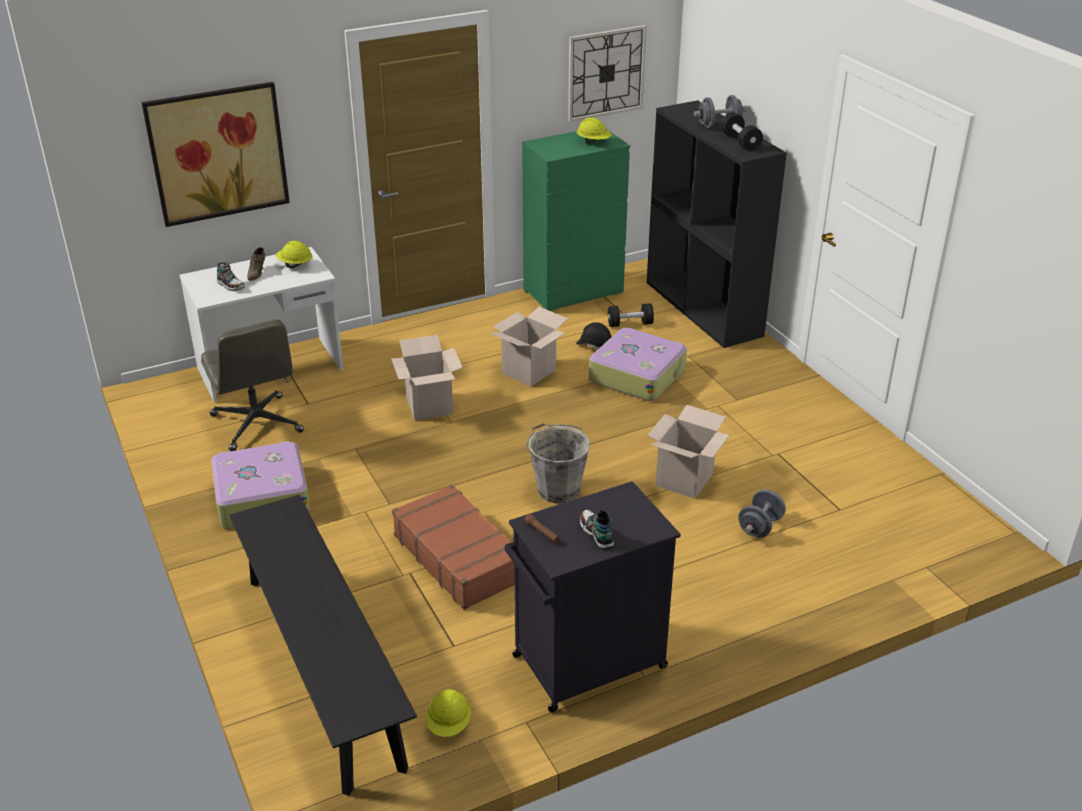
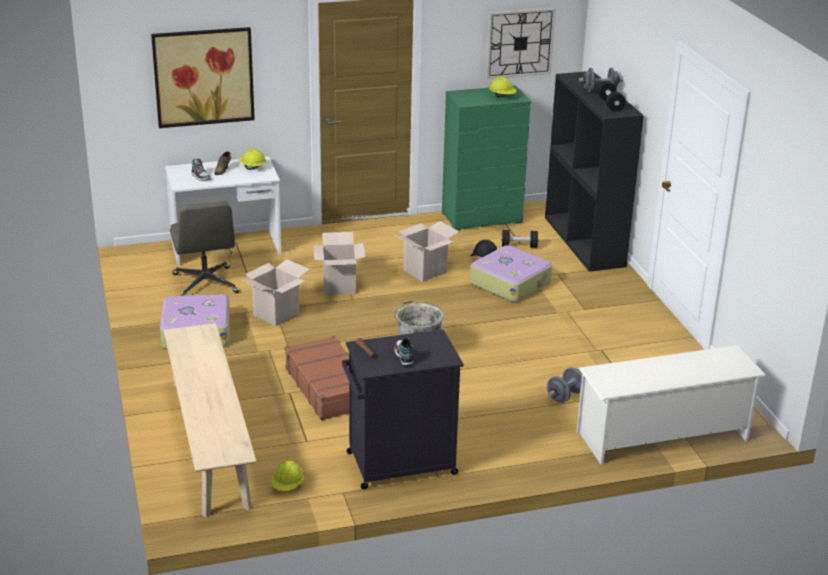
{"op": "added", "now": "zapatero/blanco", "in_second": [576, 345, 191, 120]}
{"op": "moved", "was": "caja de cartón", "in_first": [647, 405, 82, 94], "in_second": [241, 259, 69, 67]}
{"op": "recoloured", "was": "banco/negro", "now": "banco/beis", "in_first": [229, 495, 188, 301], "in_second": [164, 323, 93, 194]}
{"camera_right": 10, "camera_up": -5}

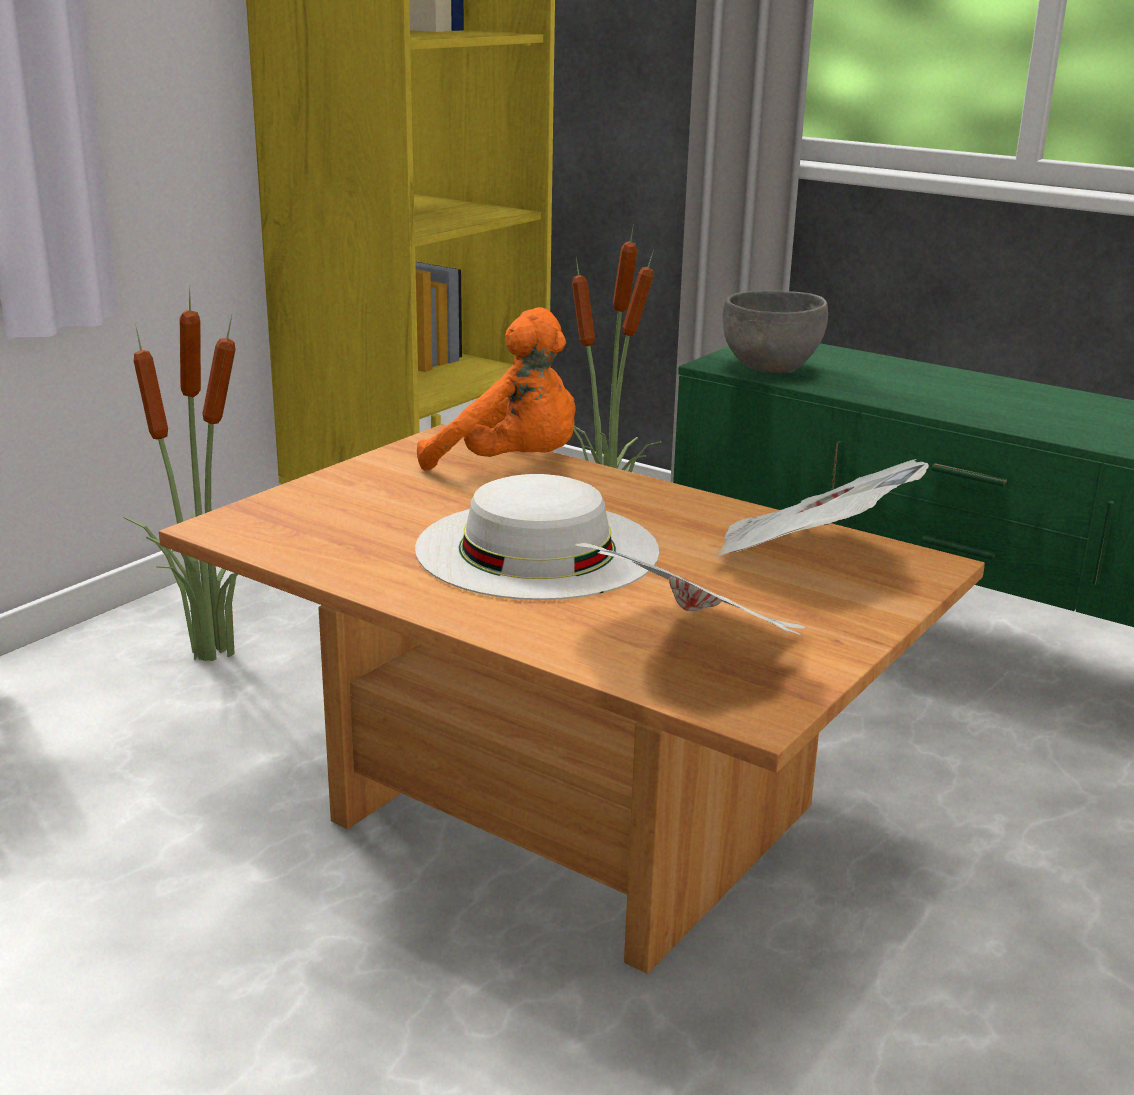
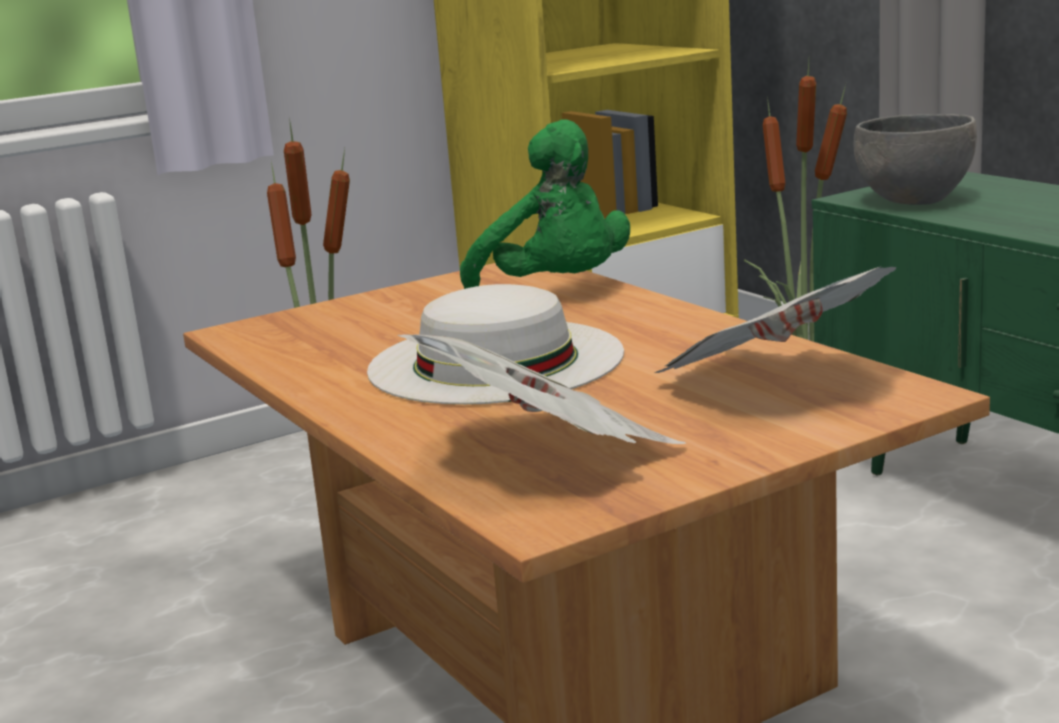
{"op": "recoloured", "was": "peluche/naranja", "now": "peluche/verde", "in_first": [417, 307, 159, 163], "in_second": [460, 119, 170, 170]}
{"camera_right": 25, "camera_up": -5}

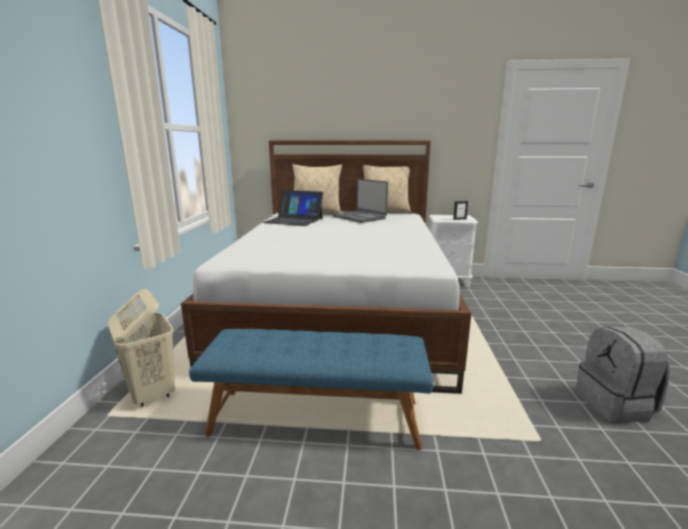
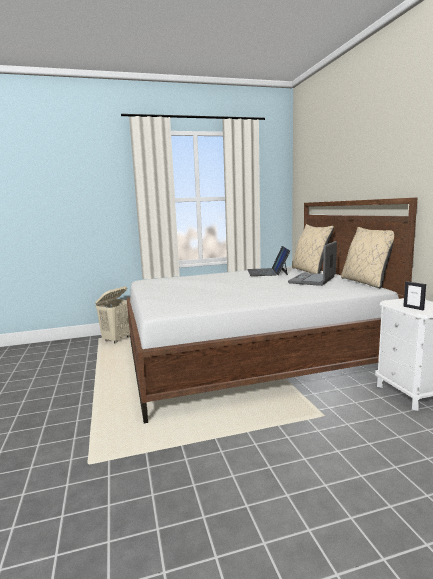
{"op": "removed", "was": "banco/azul", "in_first": [189, 329, 244, 121]}
{"op": "removed", "was": "mochila/gris", "in_first": [576, 326, 93, 97]}
{"camera_right": 70, "camera_up": -5}

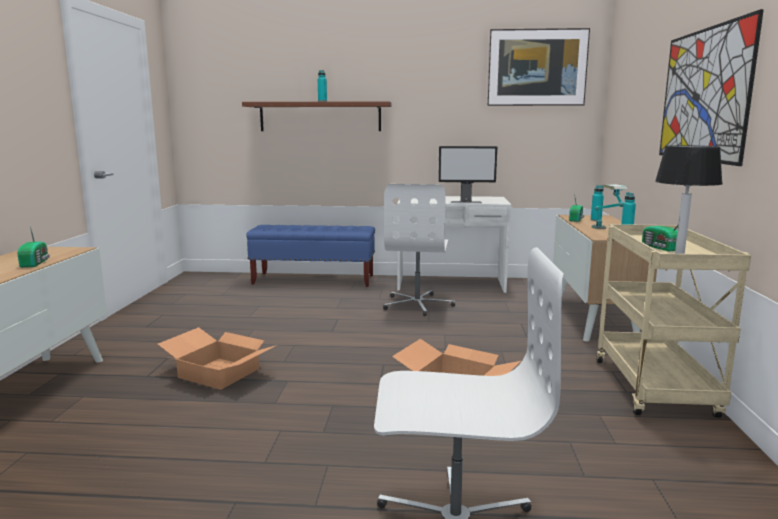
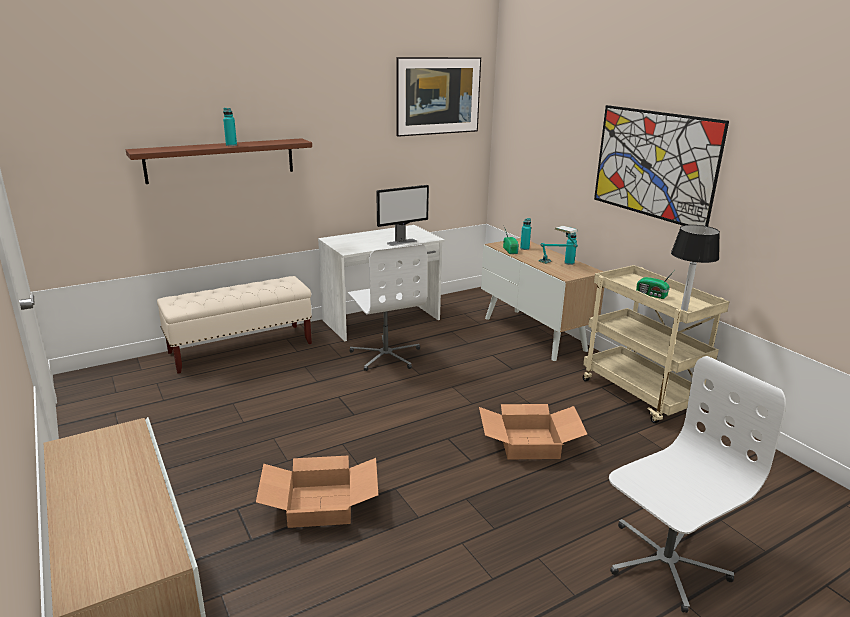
{"op": "removed", "was": "radio", "in_first": [18, 223, 32, 45]}
{"op": "recoloured", "was": "banco/azul", "now": "banco/beis", "in_first": [246, 225, 129, 62], "in_second": [157, 276, 155, 97]}
{"camera_right": -35, "camera_up": 10}

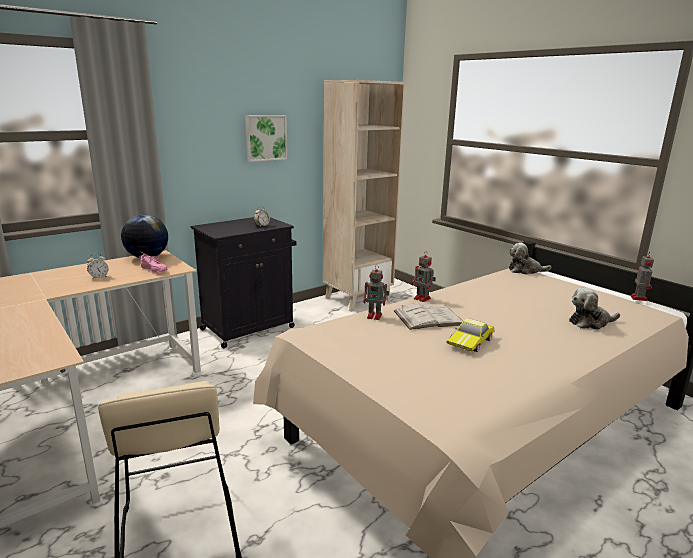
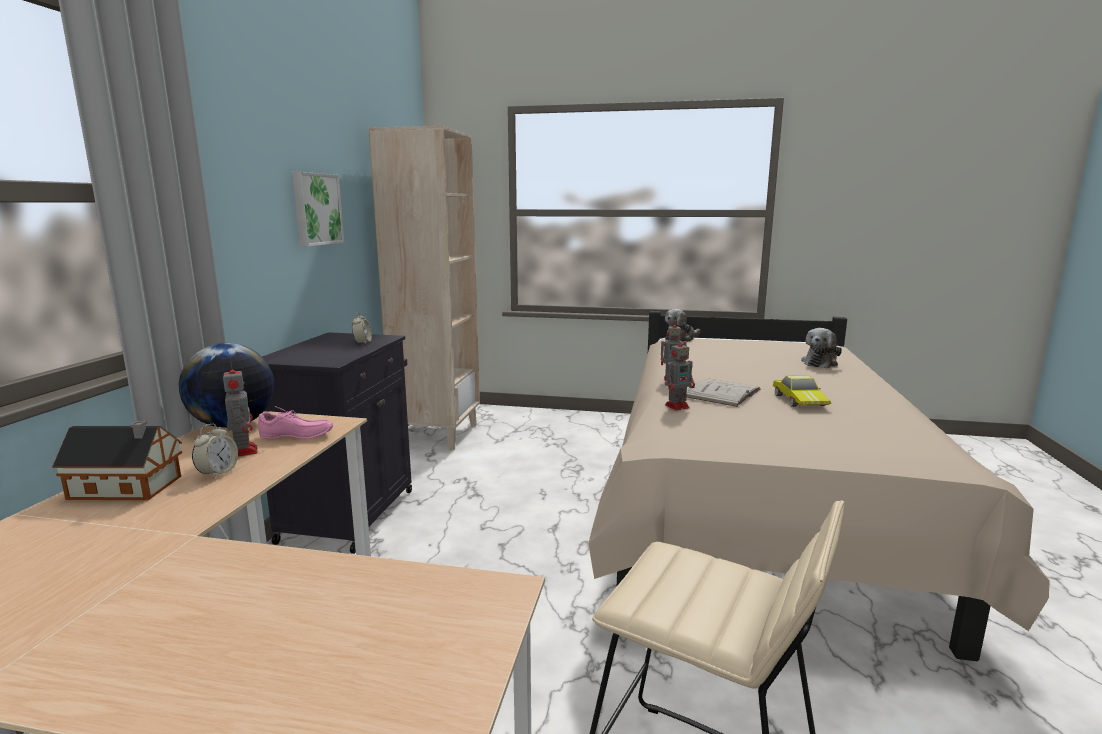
{"op": "added", "now": "casita", "in_second": [52, 421, 130, 79]}
{"op": "moved", "was": "robot de juguete", "in_first": [630, 254, 24, 47], "in_second": [223, 363, 34, 93]}
{"camera_right": -40, "camera_up": -5}

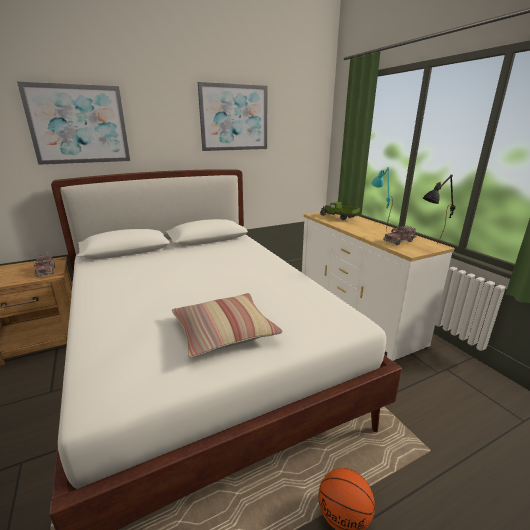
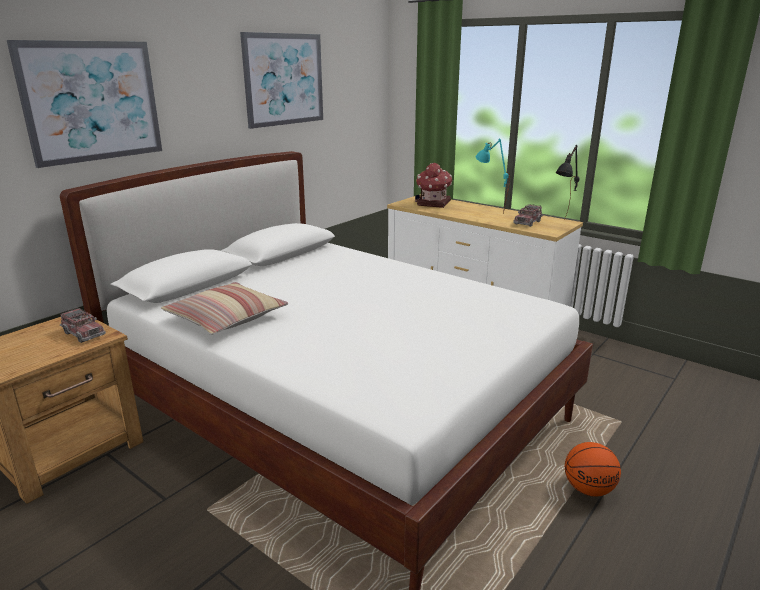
{"op": "moved", "was": "cojín", "in_first": [172, 293, 111, 65], "in_second": [161, 282, 127, 53]}
{"op": "replaced", "was": "camión de juguete", "now": "casita", "in_first": [320, 202, 40, 18], "in_second": [415, 163, 38, 45]}
{"camera_right": -25, "camera_up": 0}

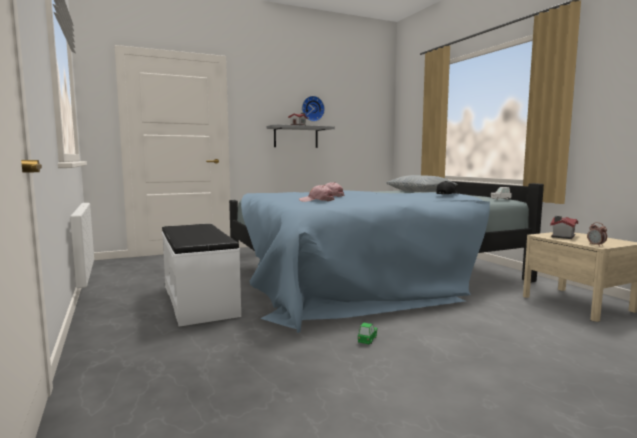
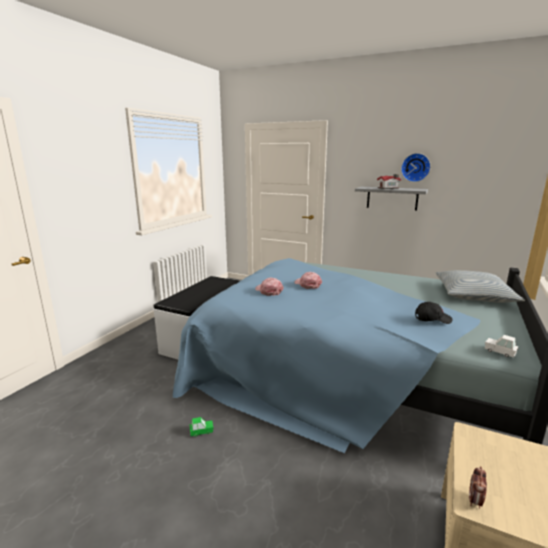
{"op": "removed", "was": "casita", "in_first": [550, 216, 28, 23]}
{"camera_right": 50, "camera_up": 10}

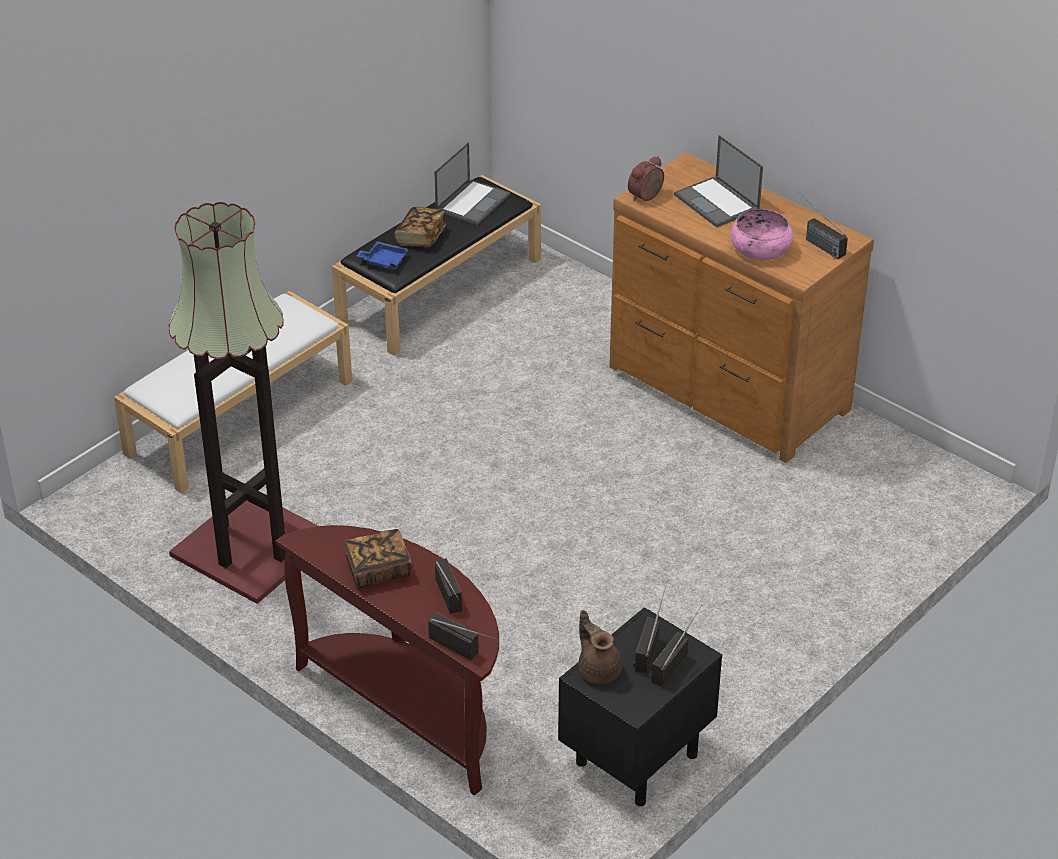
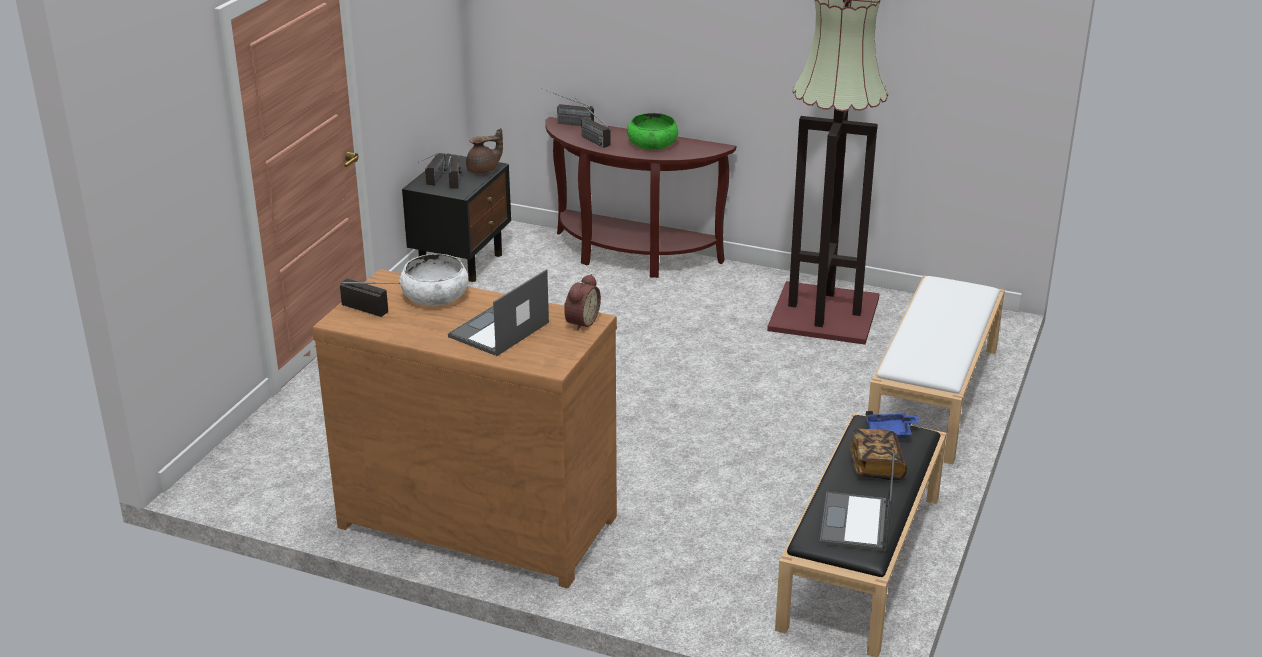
{"op": "replaced", "was": "libro", "now": "cuenco/verde", "in_first": [344, 529, 68, 60], "in_second": [627, 113, 51, 37]}
{"op": "recoloured", "was": "cuenco/rosa", "now": "cuenco/blanco", "in_first": [731, 209, 62, 51], "in_second": [400, 254, 68, 52]}
{"op": "turned", "was": "tetera/marrón", "in_first": [579, 610, 44, 74], "in_second": [466, 128, 37, 45], "clockwise": -60}
{"op": "turned", "was": "portátil", "in_first": [674, 135, 89, 92], "in_second": [448, 269, 101, 87], "clockwise": -90}
{"camera_right": 160, "camera_up": -10}

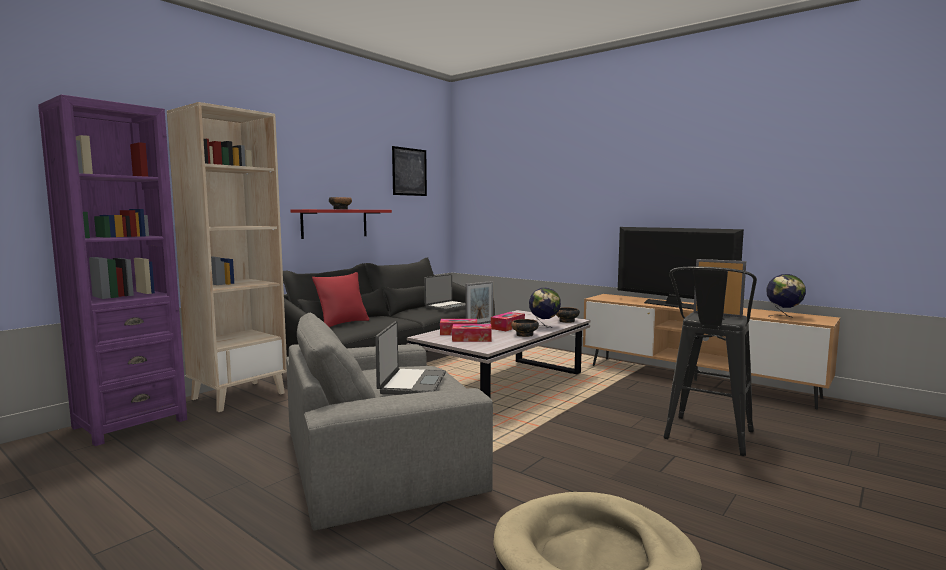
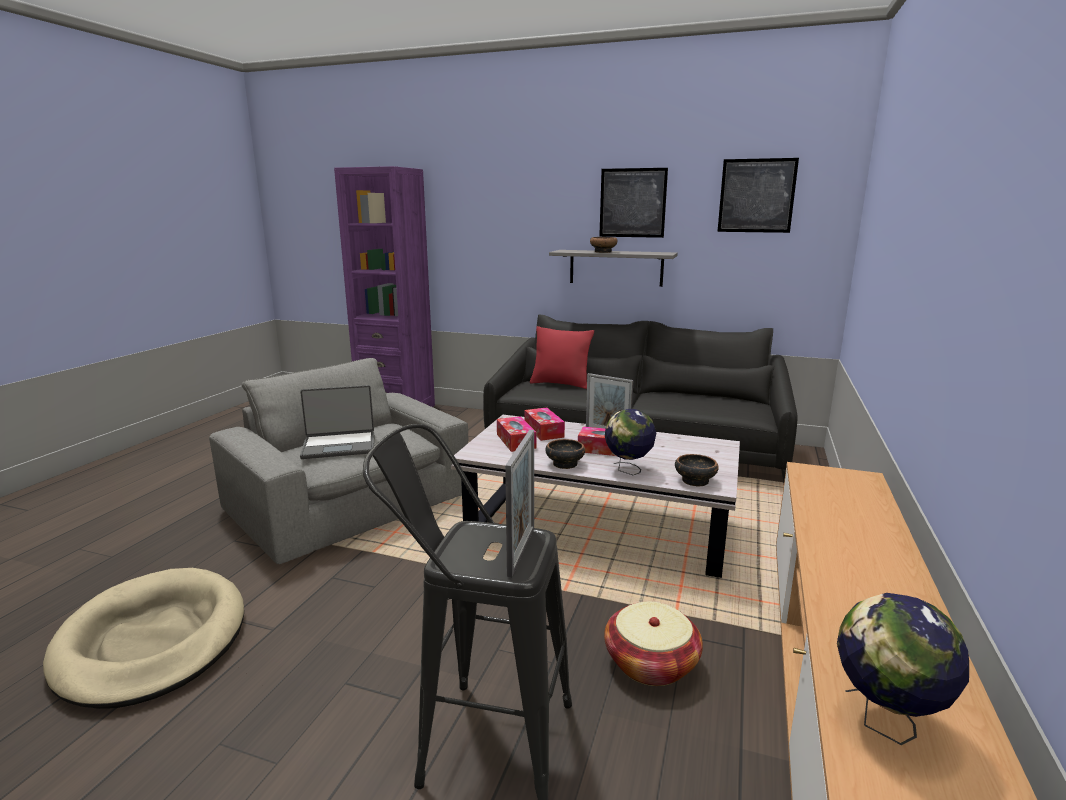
{"op": "removed", "was": "estantería/beis", "in_first": [167, 102, 120, 310]}
{"op": "removed", "was": "portátil", "in_first": [424, 274, 42, 37]}
{"op": "removed", "was": "televisor", "in_first": [618, 227, 126, 83]}
{"op": "added", "now": "cuadro", "in_second": [599, 168, 69, 70]}
{"op": "added", "now": "cesta", "in_second": [604, 602, 99, 84]}
{"op": "recoloured", "was": "estante/rojo", "now": "estante/gris", "in_first": [290, 209, 102, 30], "in_second": [549, 250, 129, 37]}
{"camera_right": 70, "camera_up": 10}

